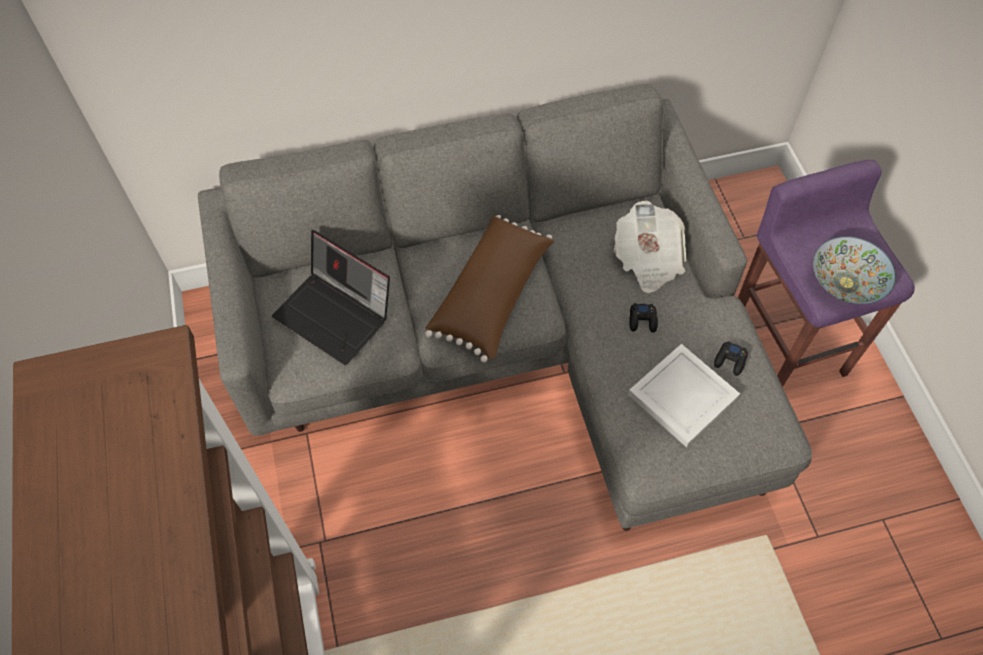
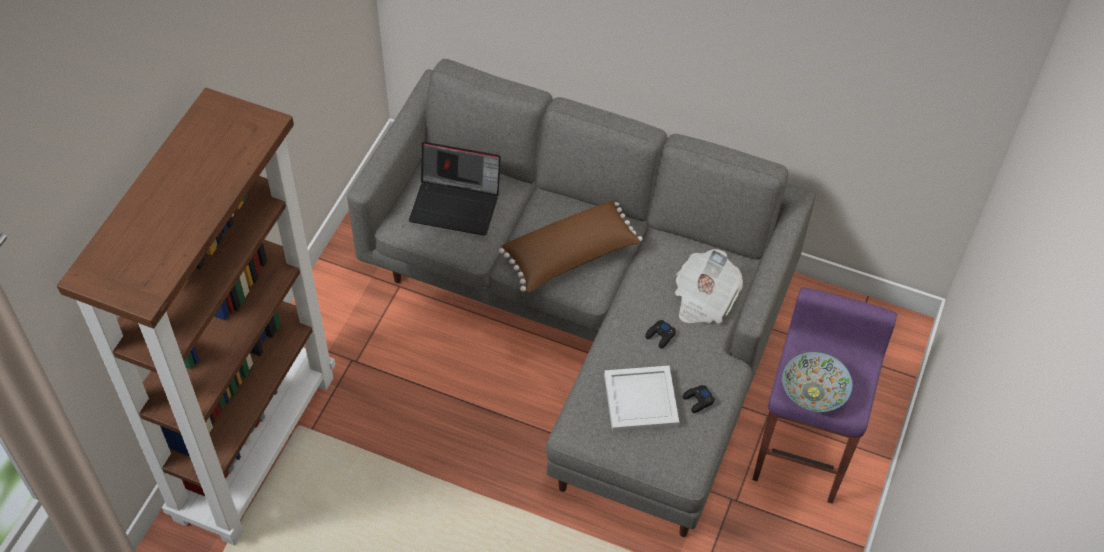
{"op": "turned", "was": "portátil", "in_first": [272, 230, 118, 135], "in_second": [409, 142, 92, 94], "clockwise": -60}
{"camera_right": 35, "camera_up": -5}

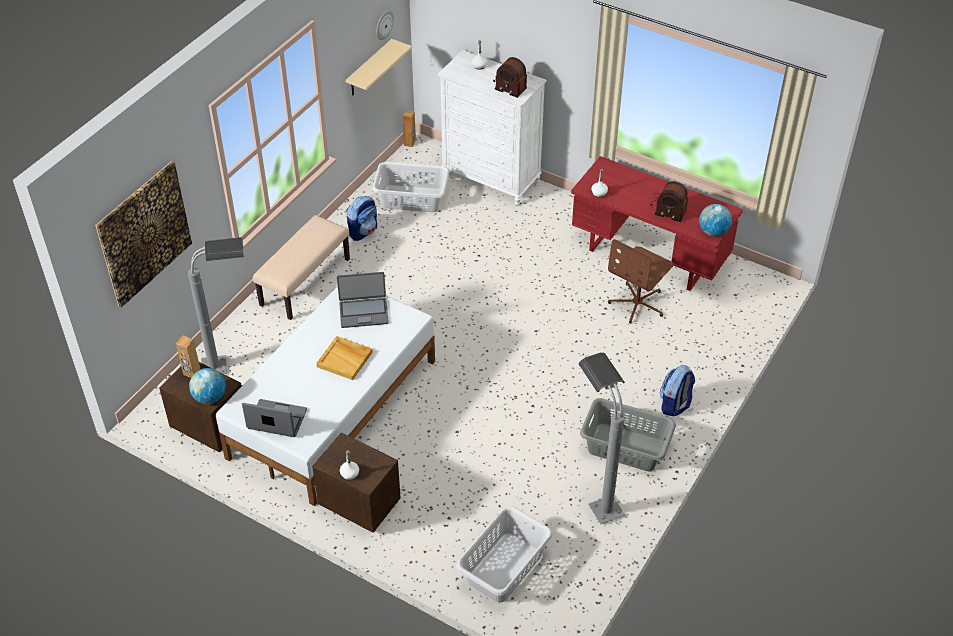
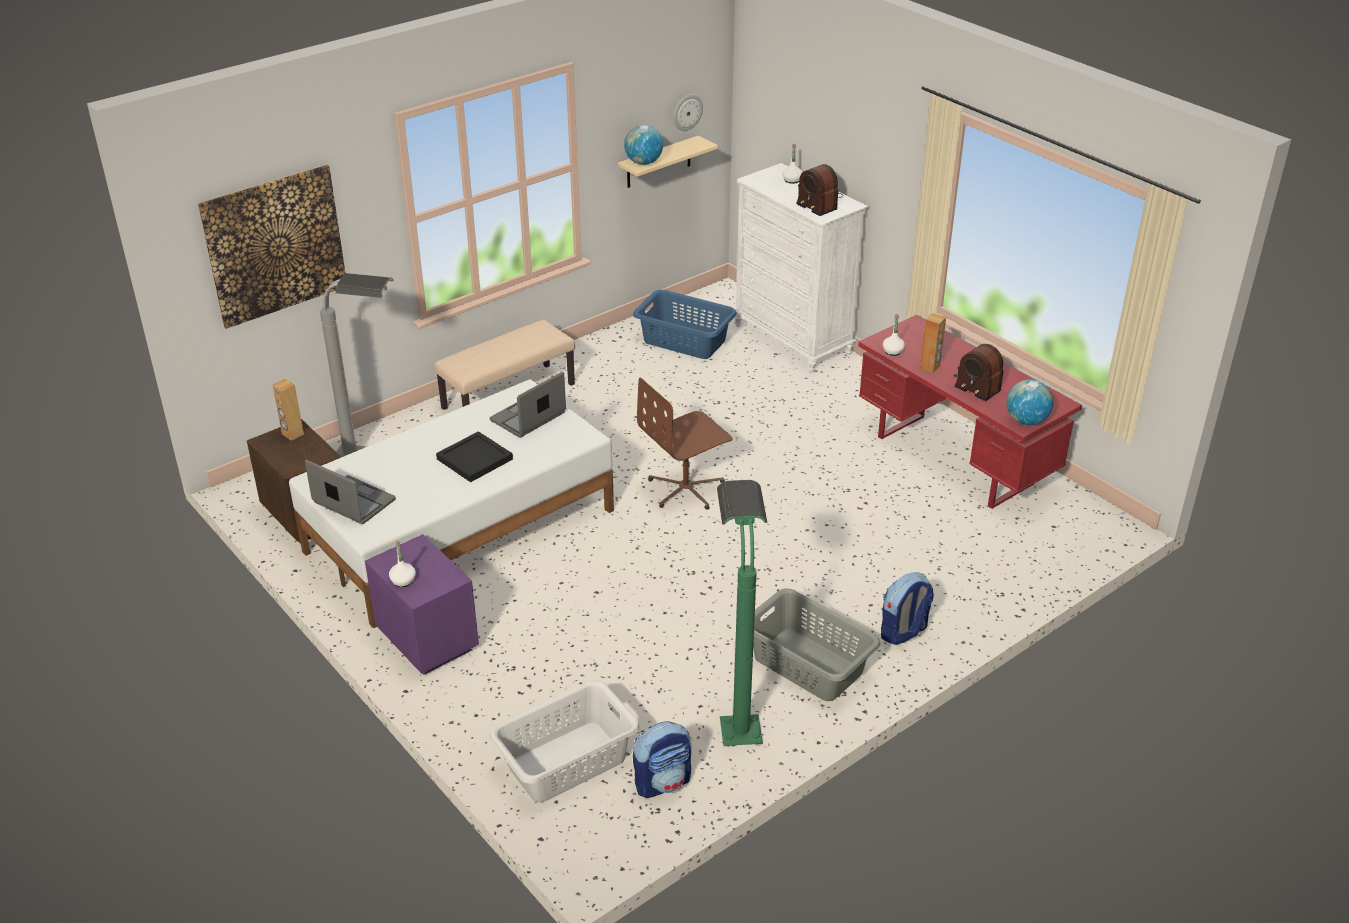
{"op": "moved", "was": "globo terráqueo", "in_first": [189, 368, 37, 36], "in_second": [624, 125, 39, 40]}
{"op": "moved", "was": "mochila", "in_first": [346, 196, 31, 45], "in_second": [633, 721, 58, 77]}
{"op": "moved", "was": "altavoz/marrón", "in_first": [402, 110, 14, 37], "in_second": [920, 313, 26, 60]}
{"op": "moved", "was": "silla de oficina/marrón", "in_first": [608, 239, 66, 85], "in_second": [637, 377, 96, 133]}
{"op": "recoloured", "was": "mesita de noche/marrón", "now": "mesita de noche/morado", "in_first": [312, 432, 89, 101], "in_second": [365, 534, 114, 141]}
{"op": "recoloured", "was": "bandeja/beis", "now": "bandeja/negro", "in_first": [316, 336, 57, 44], "in_second": [436, 431, 77, 51]}
{"op": "recoloured", "was": "cesto de la ropa/gris", "now": "cesto de la ropa/azul", "in_first": [372, 162, 78, 50], "in_second": [633, 290, 104, 69]}
{"op": "recoloured", "was": "lámpara de pie/gris", "now": "lámpara de pie/verde", "in_first": [578, 352, 47, 172], "in_second": [717, 480, 50, 266]}
{"op": "turned", "was": "portátil", "in_first": [337, 272, 52, 56], "in_second": [490, 372, 76, 66], "clockwise": 120}
{"camera_right": 20, "camera_up": -10}

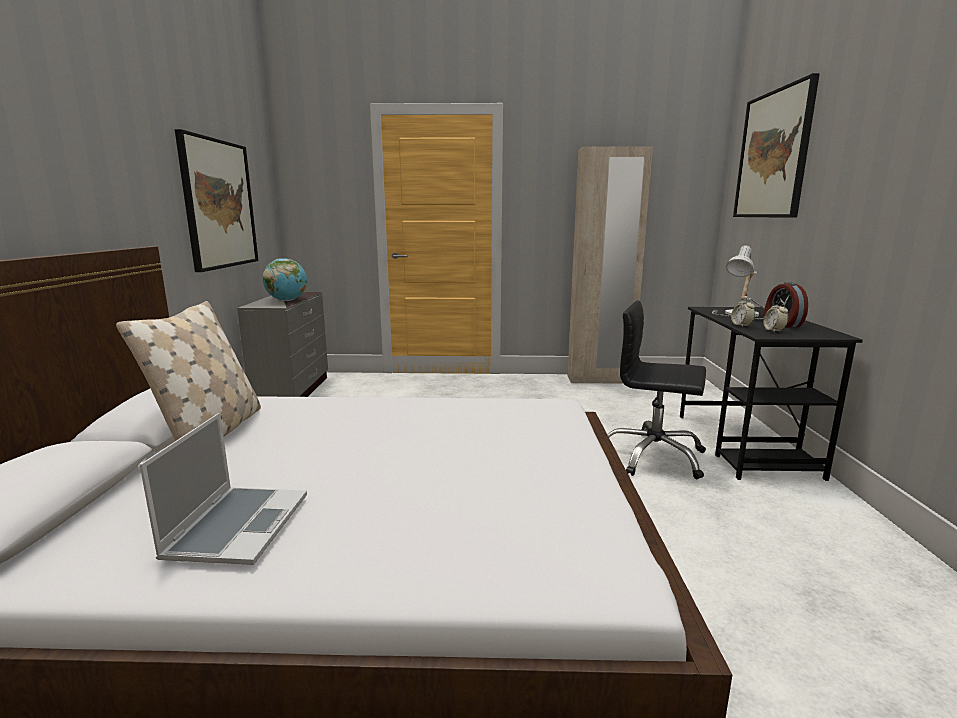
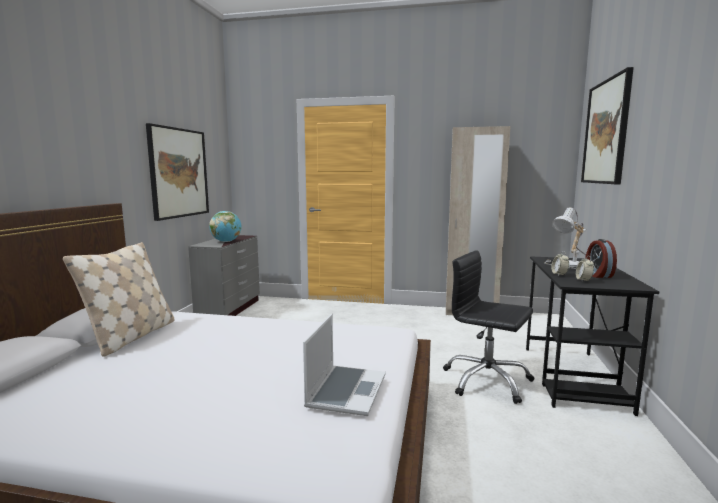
{"op": "moved", "was": "portátil", "in_first": [140, 413, 167, 152], "in_second": [303, 314, 83, 102]}
{"camera_right": 10, "camera_up": -5}

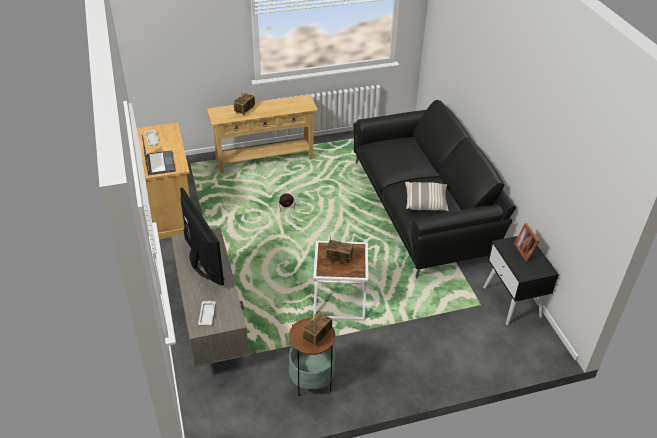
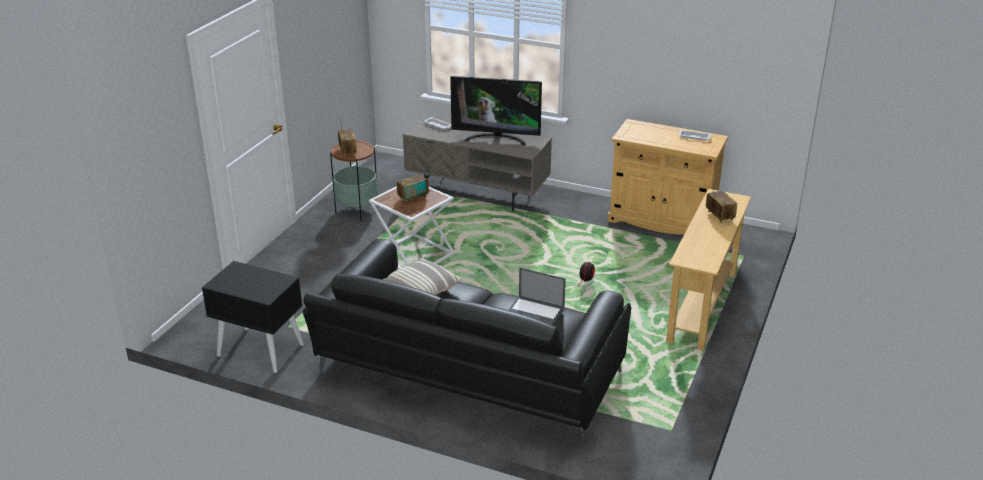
{"op": "removed", "was": "portarretratos", "in_first": [514, 223, 25, 38]}
{"op": "moved", "was": "portátil", "in_first": [142, 135, 34, 40], "in_second": [509, 268, 57, 57]}
{"camera_right": 130, "camera_up": -10}

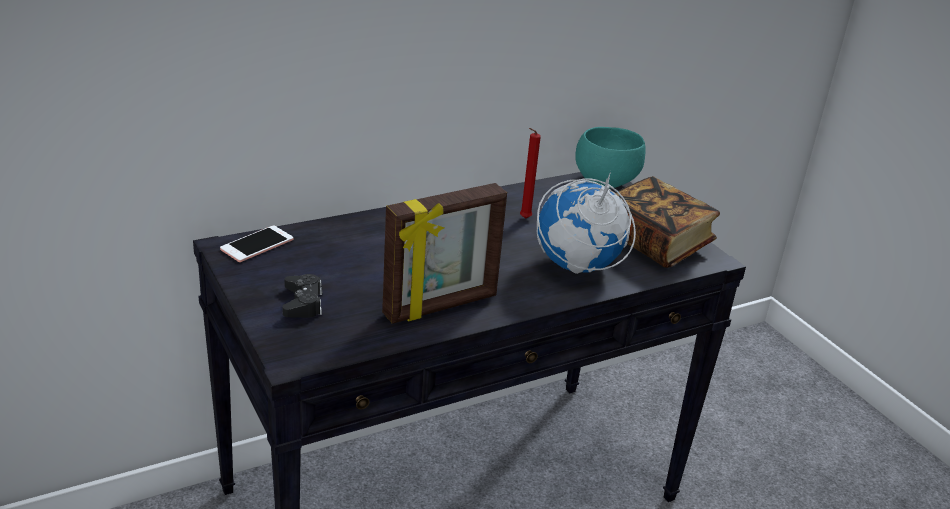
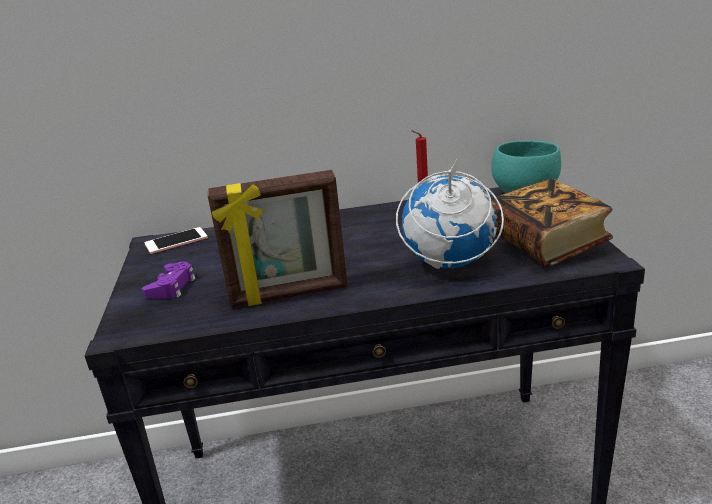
{"op": "recoloured", "was": "mando de consola/negro", "now": "mando de consola/morado", "in_first": [282, 274, 40, 44], "in_second": [142, 262, 54, 37]}
{"camera_right": 25, "camera_up": -5}

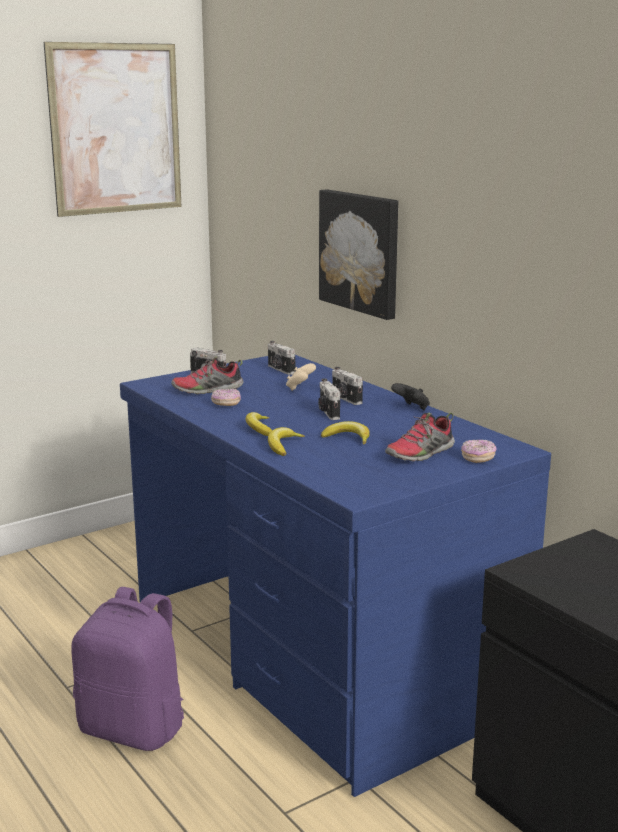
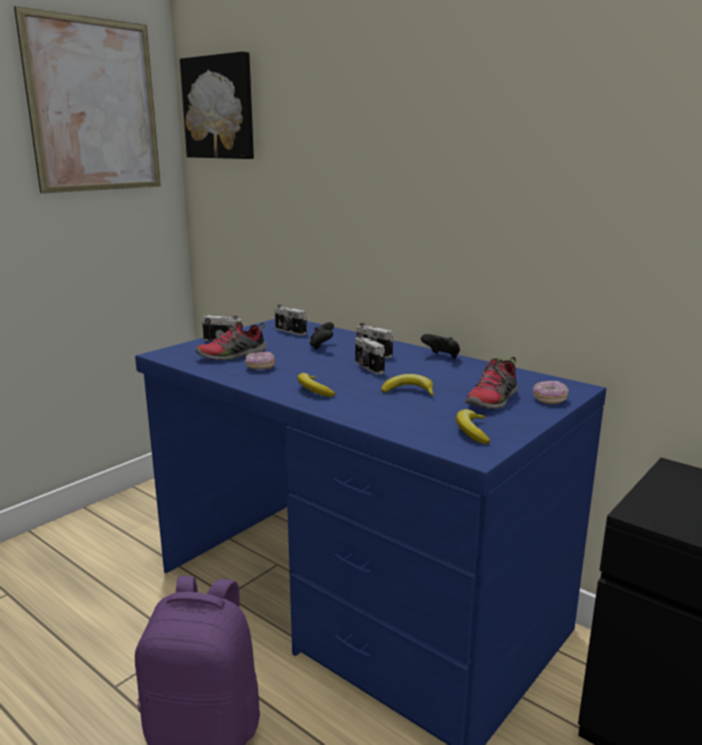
{"op": "moved", "was": "plátano", "in_first": [268, 427, 37, 29], "in_second": [456, 409, 35, 35]}
{"op": "moved", "was": "cuadro", "in_first": [319, 189, 79, 131], "in_second": [180, 51, 74, 108]}
{"op": "recoloured", "was": "mando de consola/beis", "now": "mando de consola/negro", "in_first": [286, 363, 30, 28], "in_second": [309, 322, 25, 28]}
{"camera_right": -15, "camera_up": 0}

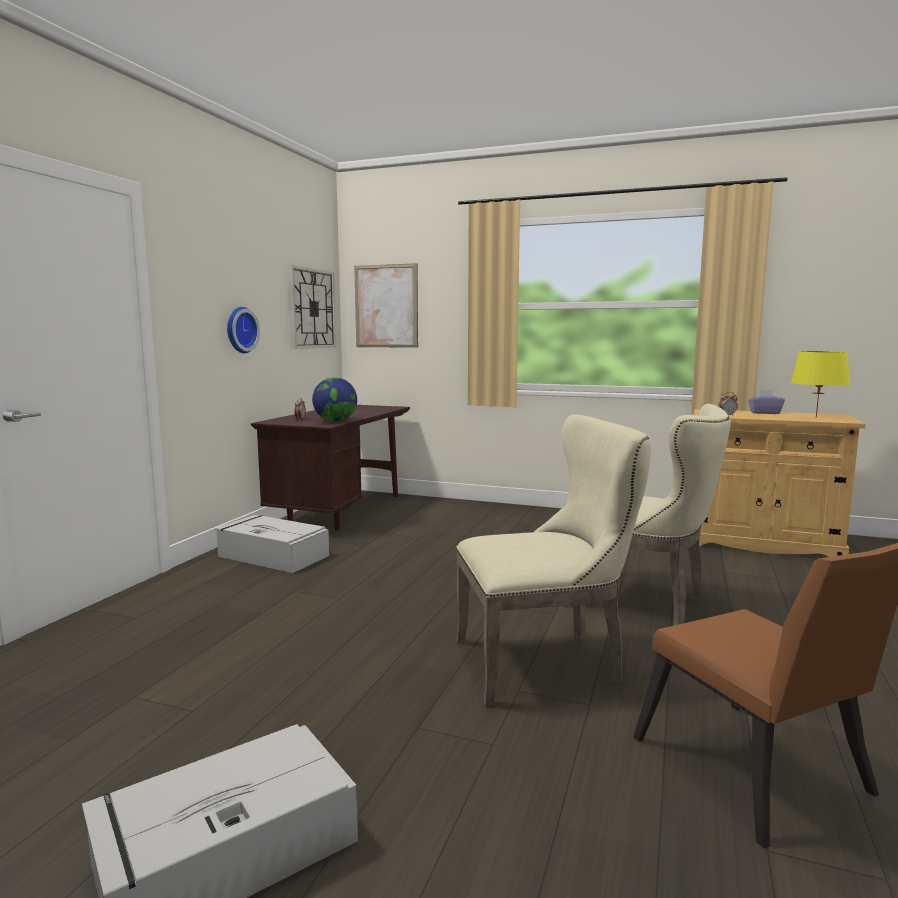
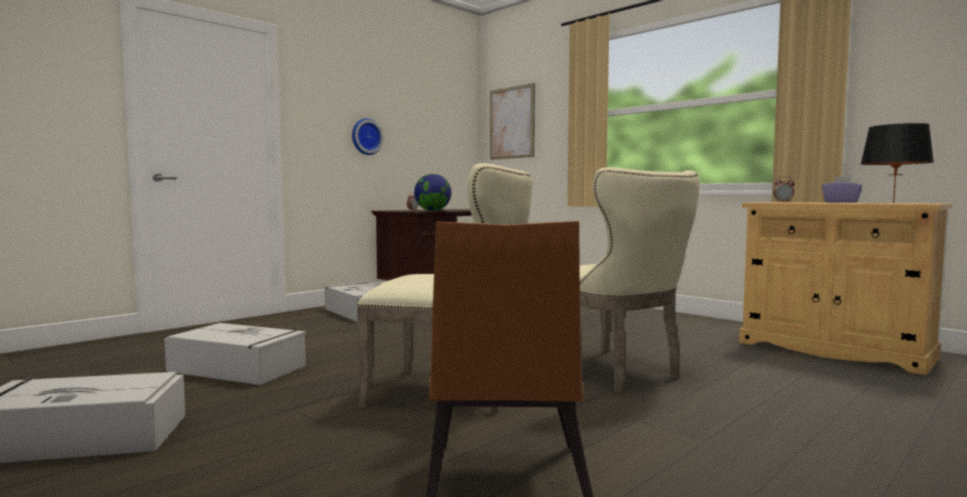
{"op": "removed", "was": "reloj de pared", "in_first": [289, 265, 47, 84]}
{"op": "added", "now": "caja de almacenaje/gris", "in_second": [164, 323, 142, 62]}
{"op": "recoloured", "was": "lámpara de mesa/amarillo", "now": "lámpara de mesa/negro", "in_first": [791, 351, 59, 66], "in_second": [861, 123, 73, 80]}
{"camera_right": 25, "camera_up": -5}

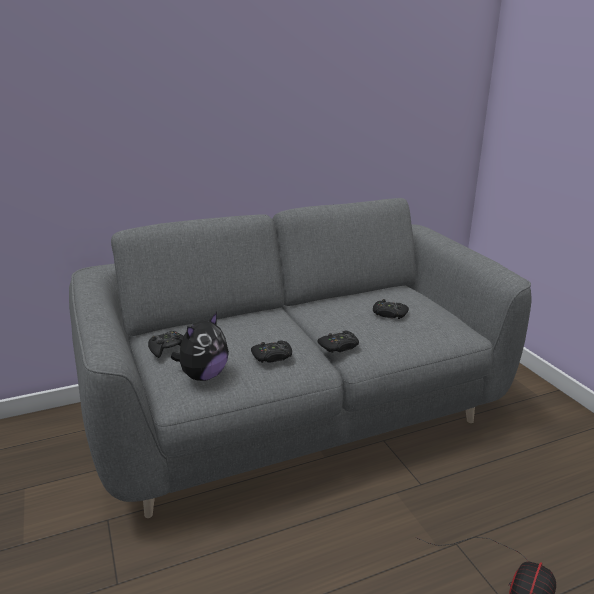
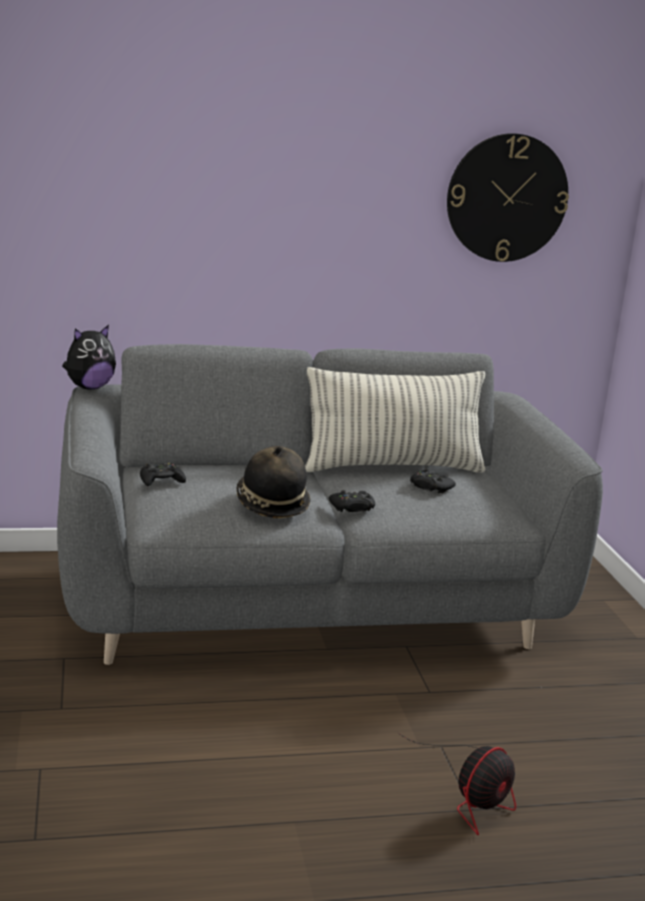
{"op": "added", "now": "cojín", "in_second": [305, 367, 181, 106]}
{"op": "added", "now": "reloj de pared", "in_second": [447, 133, 122, 129]}
{"op": "moved", "was": "peluche", "in_first": [171, 312, 58, 69], "in_second": [62, 325, 54, 64]}
{"op": "replaced", "was": "mando de consola/negro", "now": "sombrero", "in_first": [251, 340, 41, 23], "in_second": [237, 446, 74, 72]}
{"camera_right": 10, "camera_up": -5}

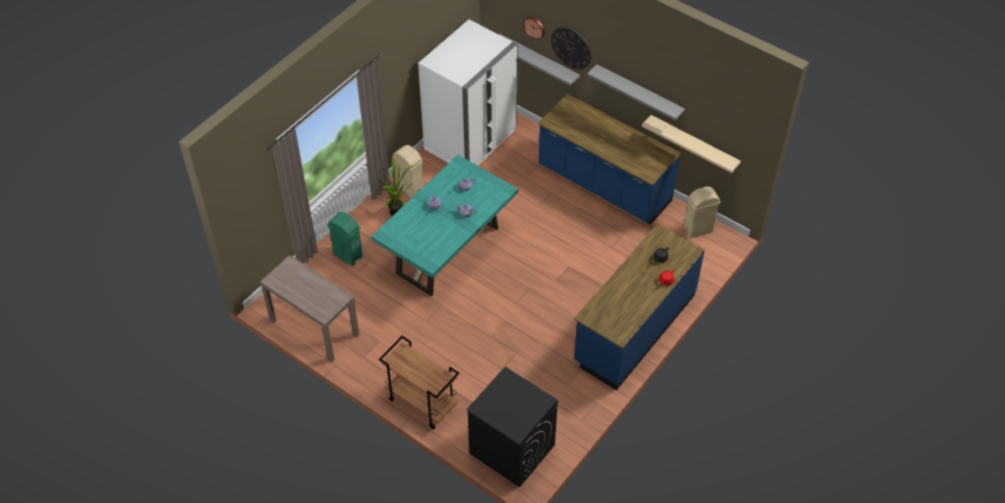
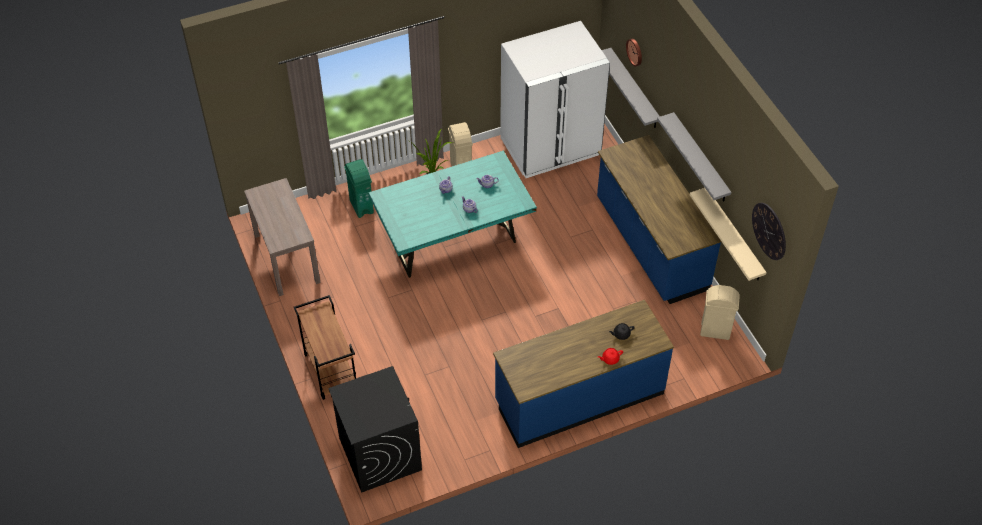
{"op": "moved", "was": "reloj de pared", "in_first": [551, 27, 40, 42], "in_second": [752, 203, 34, 57]}
{"camera_right": 30, "camera_up": 0}

